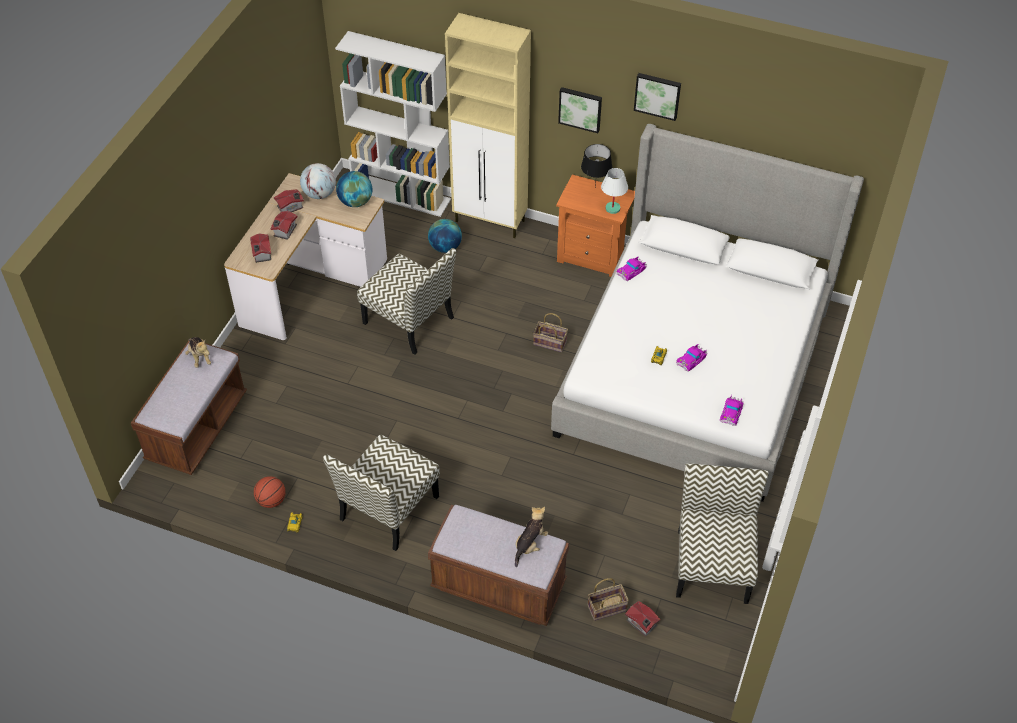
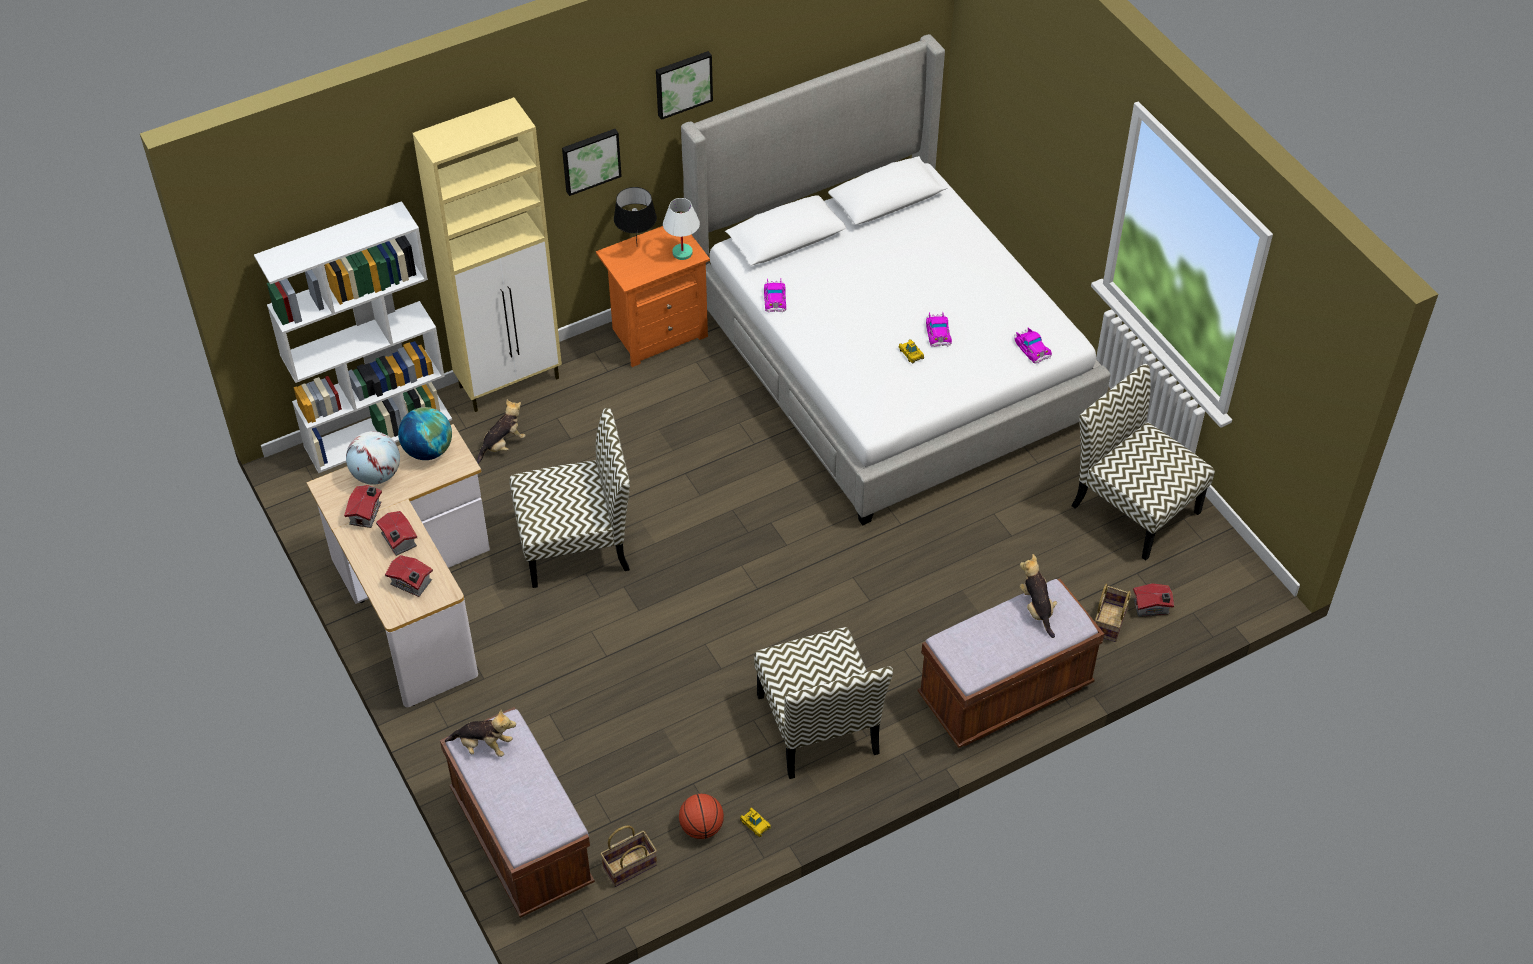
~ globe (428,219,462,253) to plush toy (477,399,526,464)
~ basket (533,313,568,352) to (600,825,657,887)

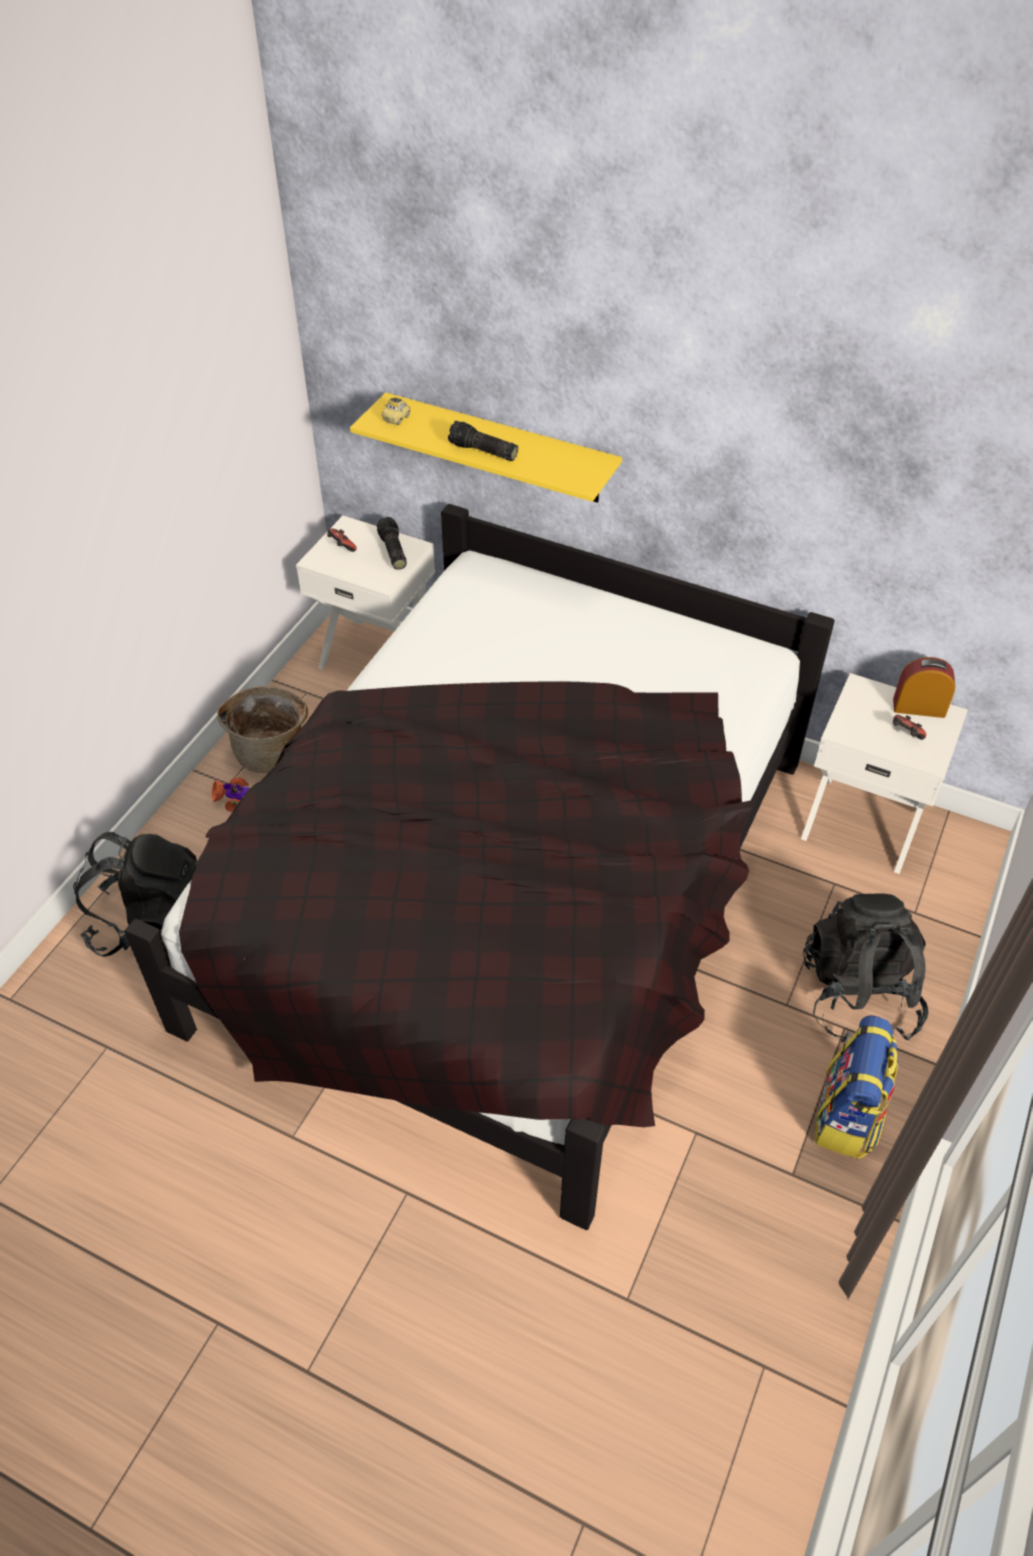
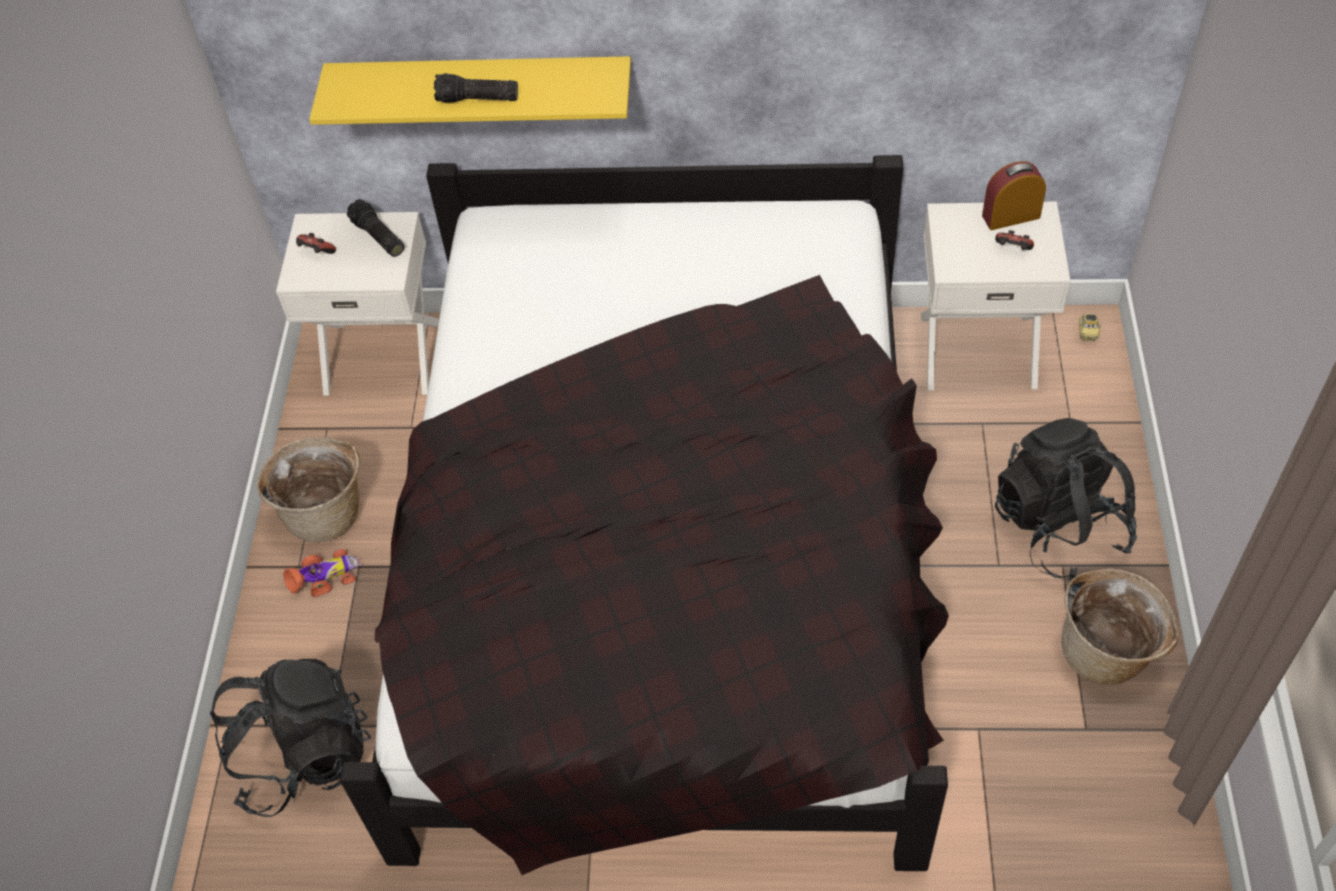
~ toy car (382,398,411,425) to (1079,314,1101,341)
~ backpack (815,1015,898,1159) to basket (1062,568,1179,685)

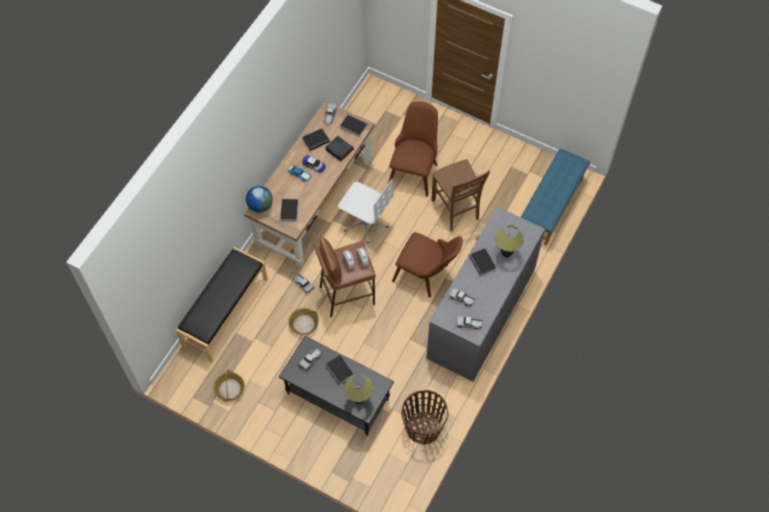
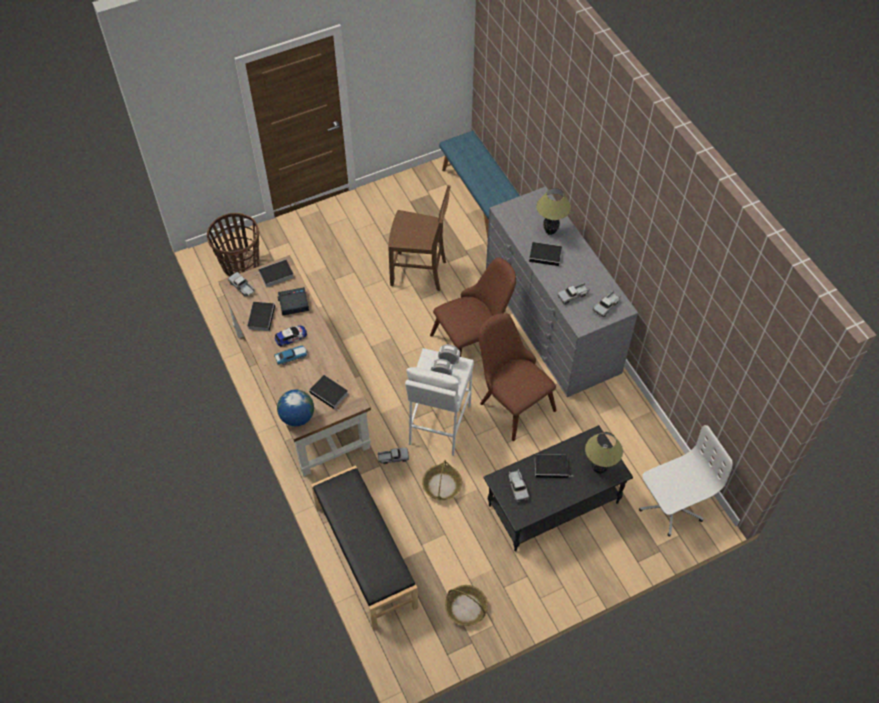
~ stool (brown) (313,237,376,318) to stool (white) (405,348,474,456)
~ office chair (white) (338,179,394,243) to (639,425,732,536)
~ chair (brown) (388,102,438,197) to (479,313,557,441)
~ basket (401,390,449,445) to (207,213,260,277)

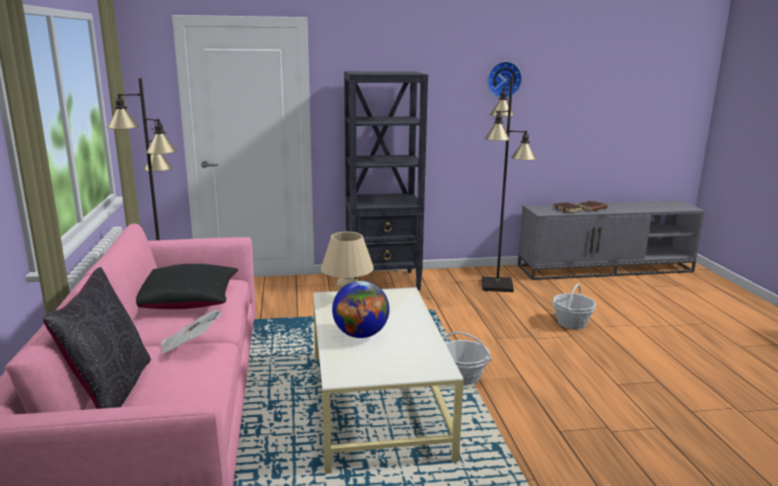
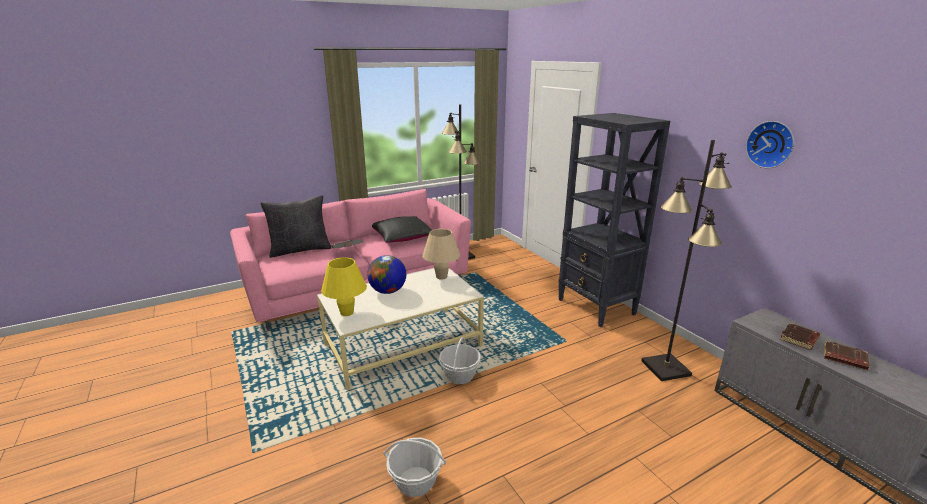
~ basket (552,284,596,329) to (383,437,446,497)
+ table lamp (yellow) (321,257,367,316)

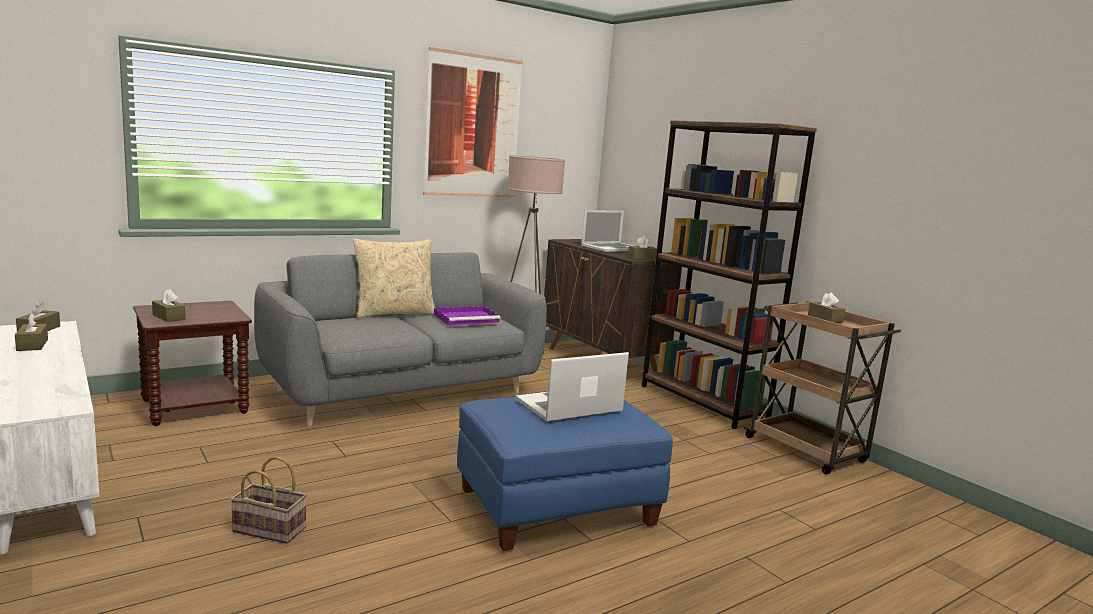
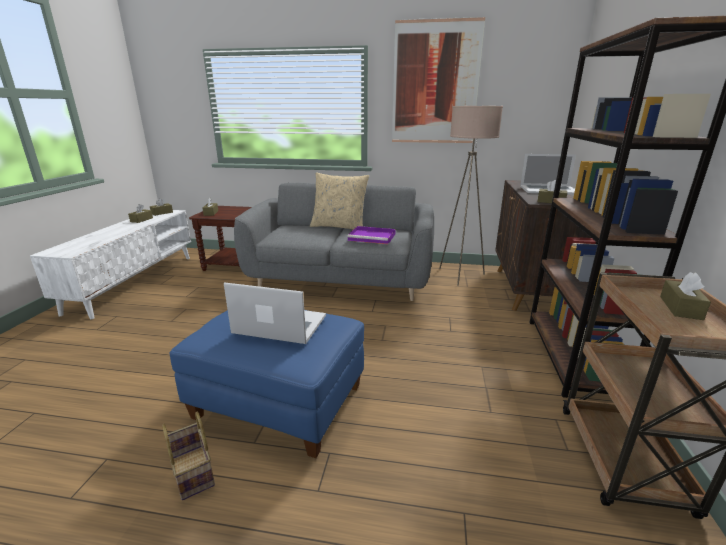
~ basket (230,456,307,544) to (162,412,215,500)

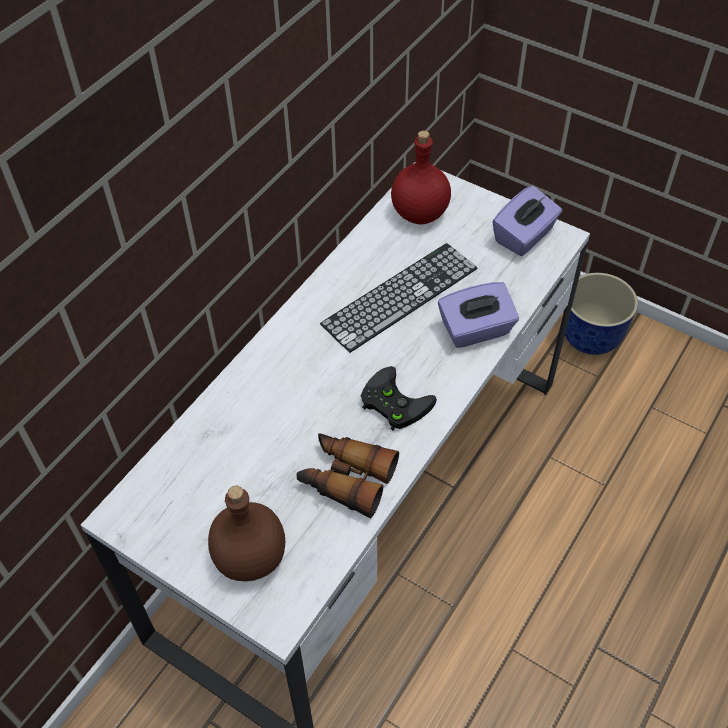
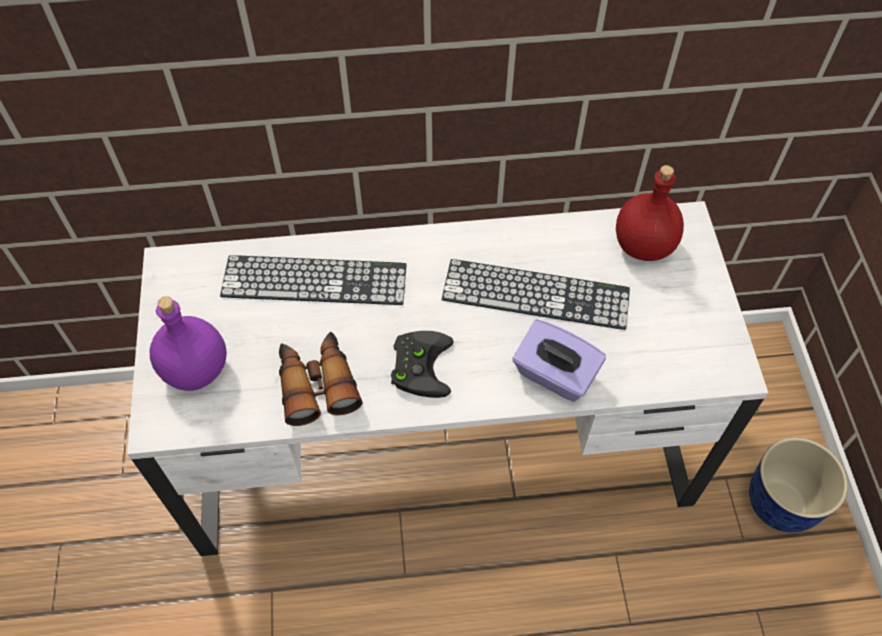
~ bottle (brown) (208,486,285,581) to bottle (purple) (150,296,227,391)
- tissue box (purple) (492,186,562,256)
+ keyboard (220,255,406,305)

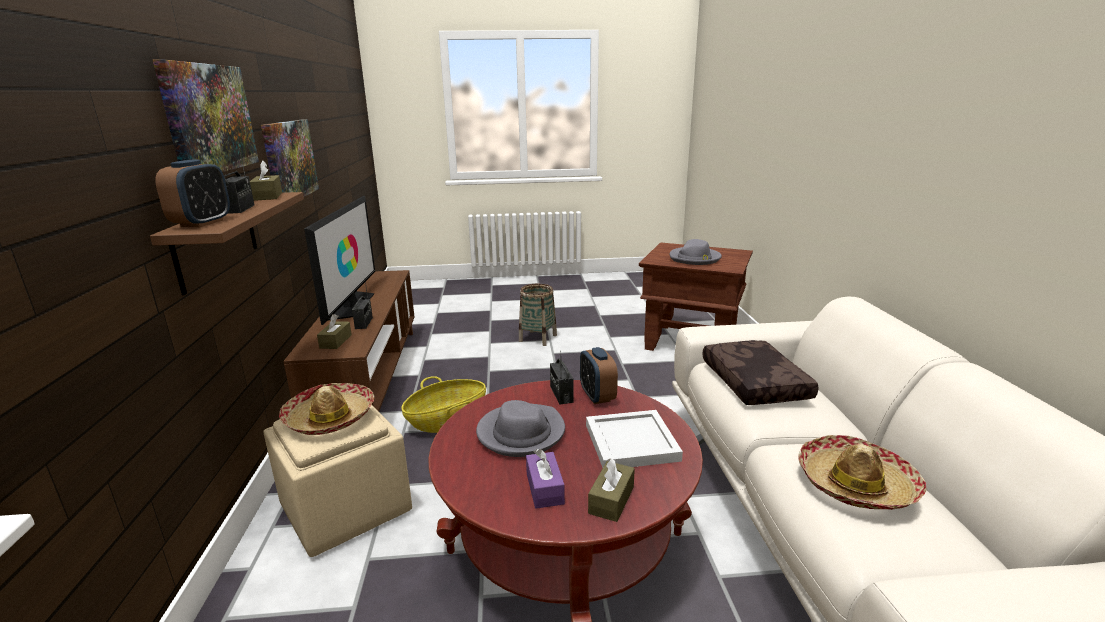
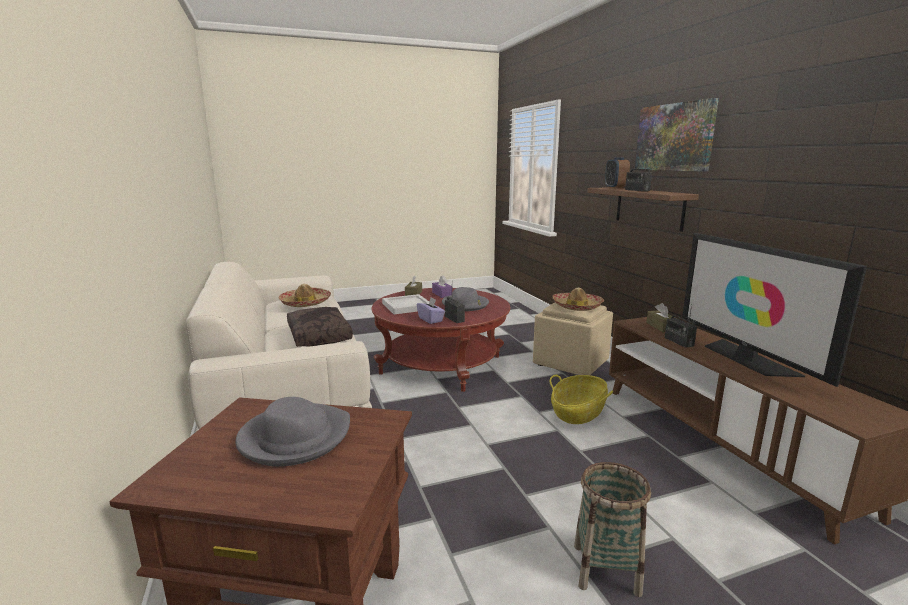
- tissue box (brown) (250,161,282,201)
- picture (261,119,319,197)
~ alarm clock (580,347,618,404) to tissue box (purple) (417,298,445,324)

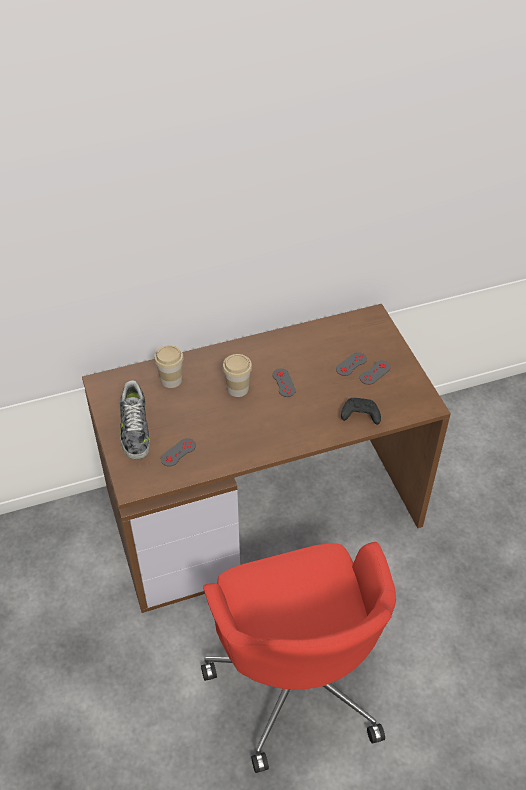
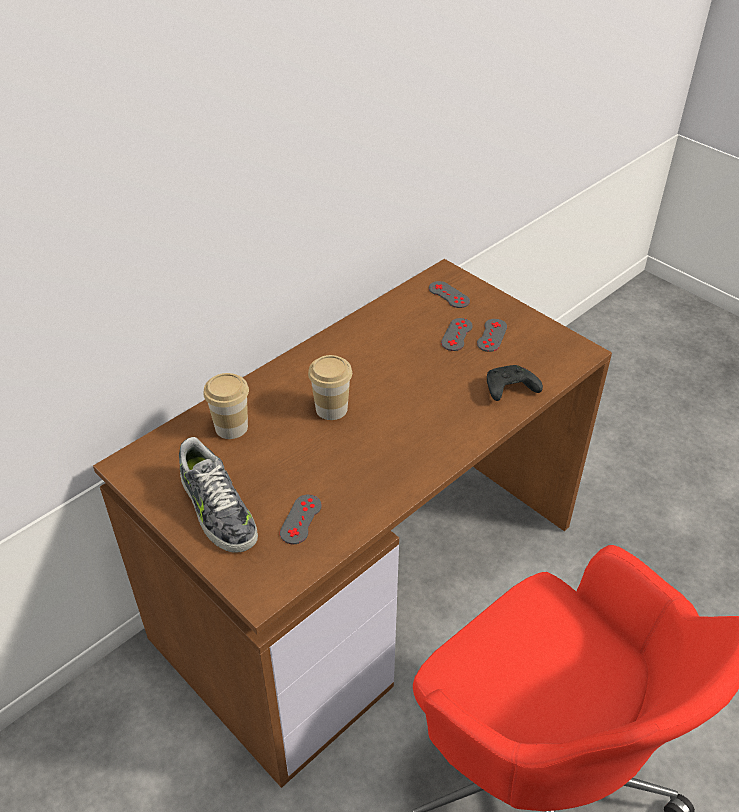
~ game controller (grey) (272,368,296,397) to (429,281,470,308)

